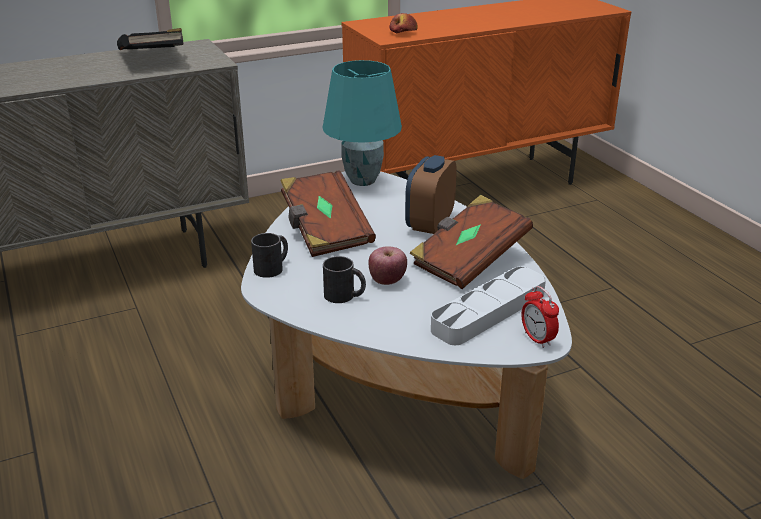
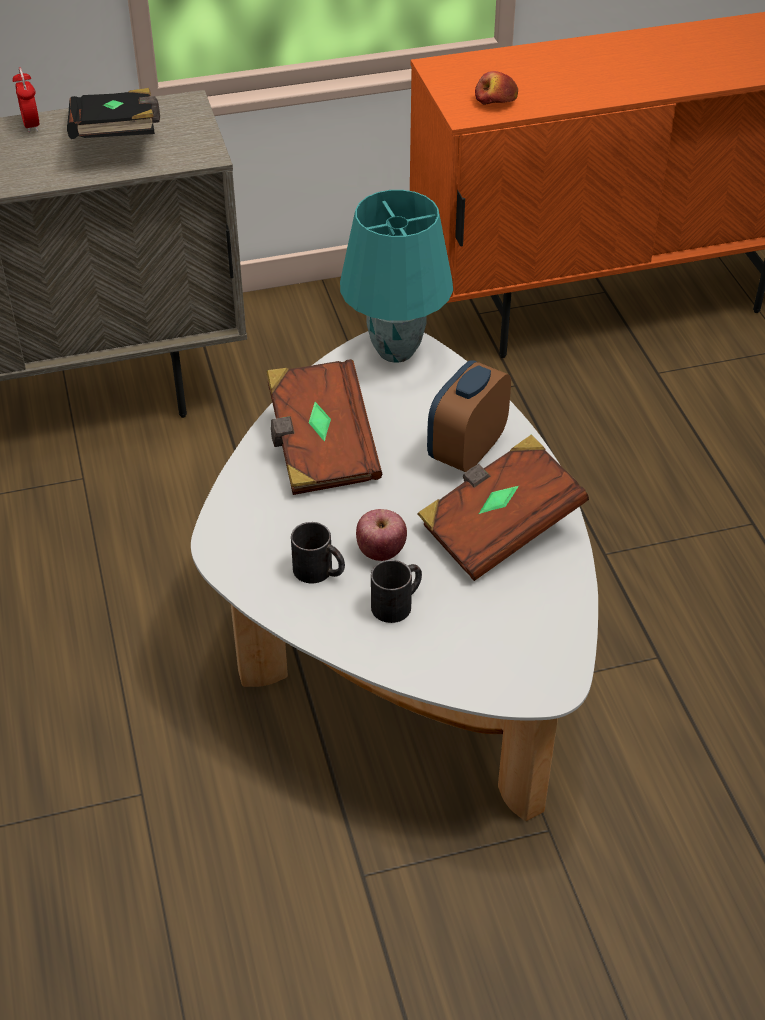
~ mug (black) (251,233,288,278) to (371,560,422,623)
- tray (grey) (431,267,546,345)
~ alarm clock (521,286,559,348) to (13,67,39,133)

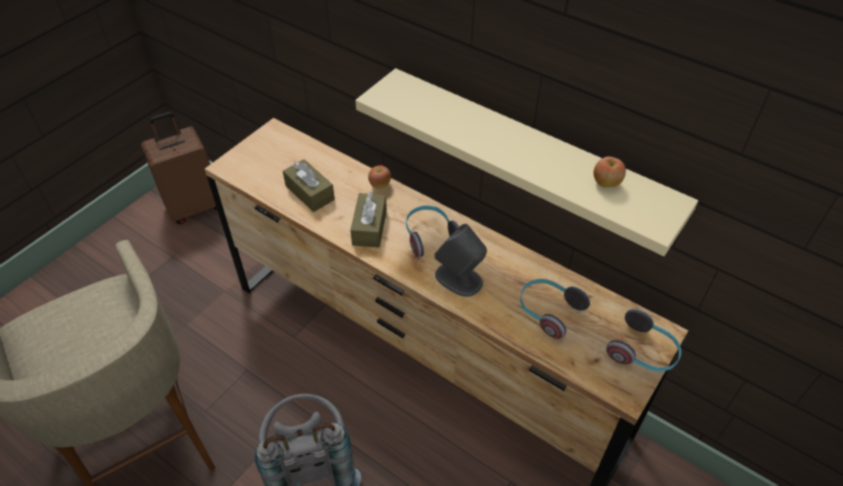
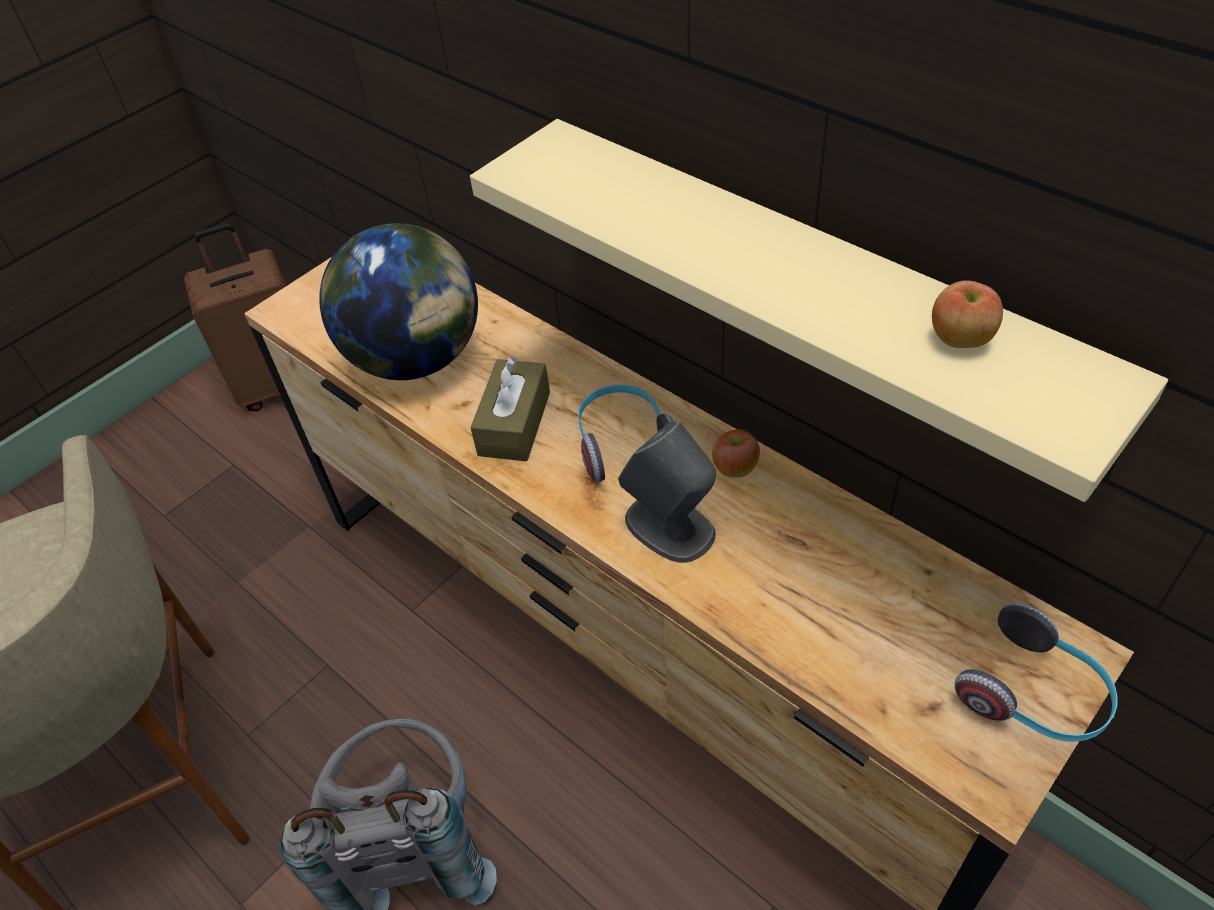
~ tissue box (brown) (283,159,335,212) to globe (319,223,478,380)
~ apple (368,165,391,189) to (712,429,760,478)
- headphones (520,279,590,339)

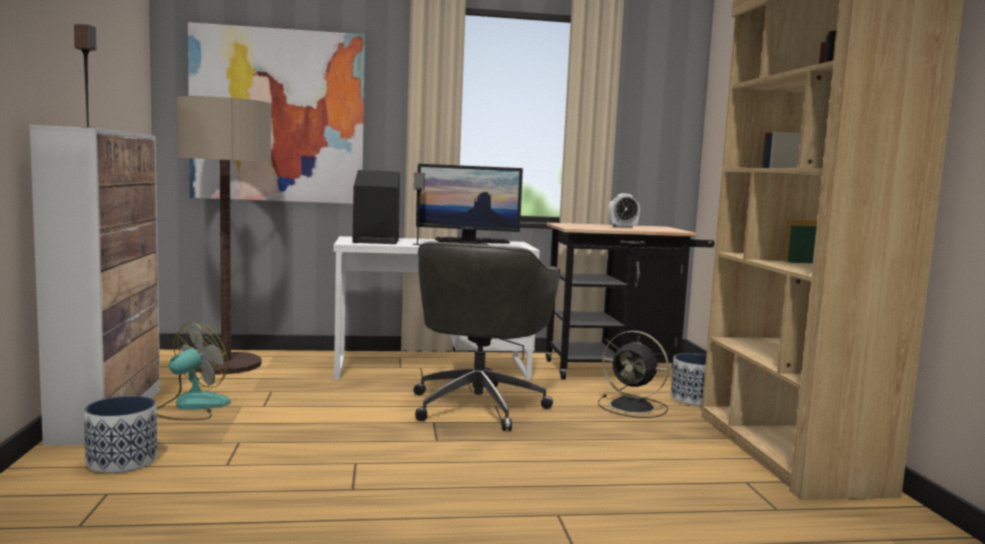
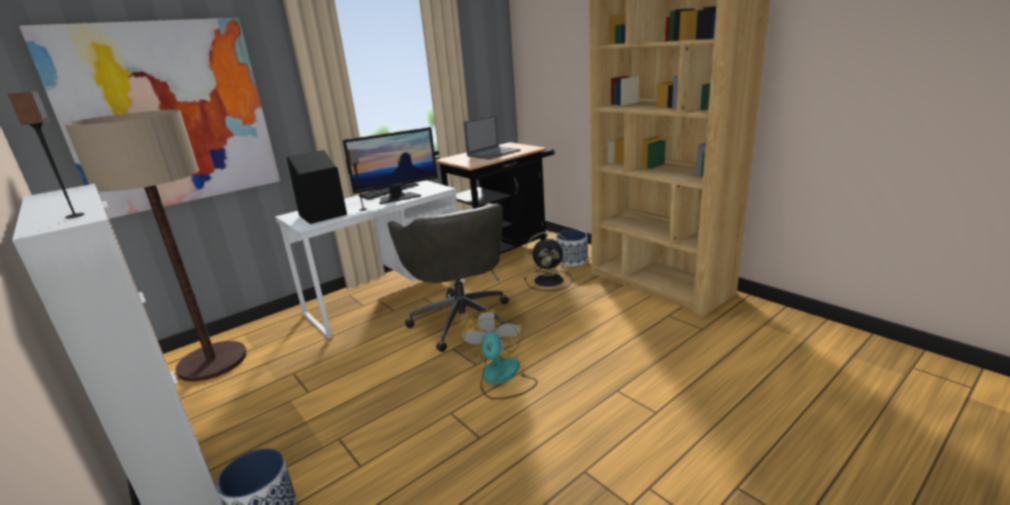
~ fan (156,322,231,420) to (460,309,538,400)
~ alarm clock (608,194,640,228) to laptop (464,115,520,160)

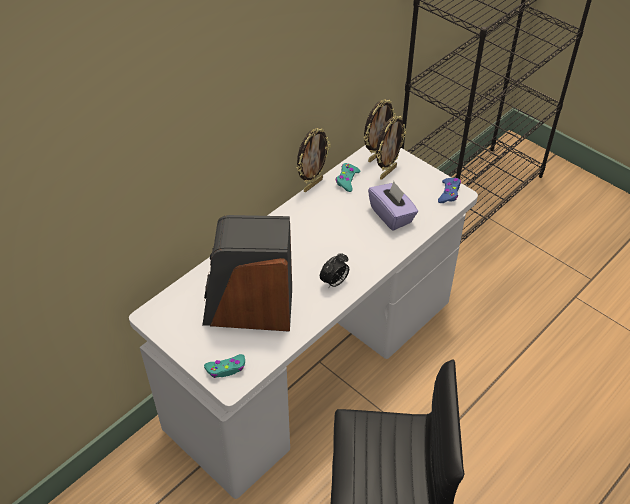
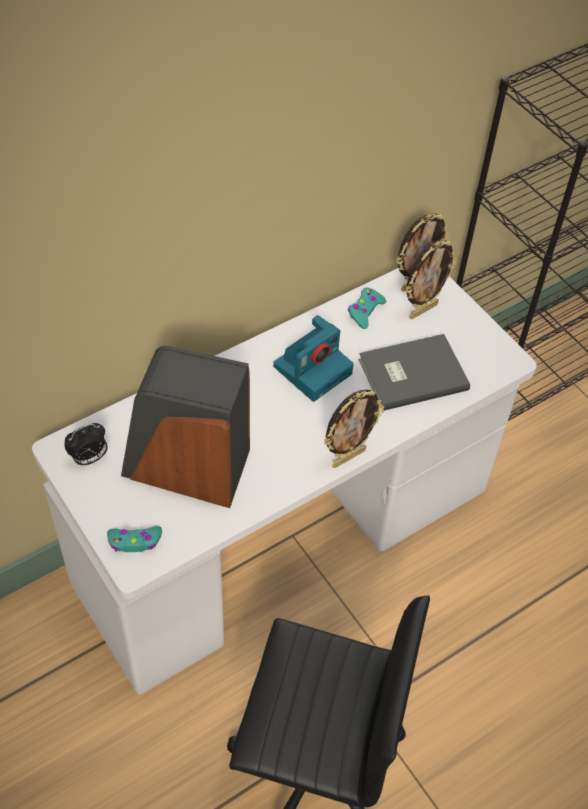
~ picture frame (297,128,331,192) to (324,390,384,468)
~ alarm clock (320,253,349,289) to (64,423,108,465)
~ tissue box (purple) (368,181,418,231) to book (grey) (358,334,470,411)
- game controller (blue) (438,178,461,203)
+ photo camera (273,315,354,402)

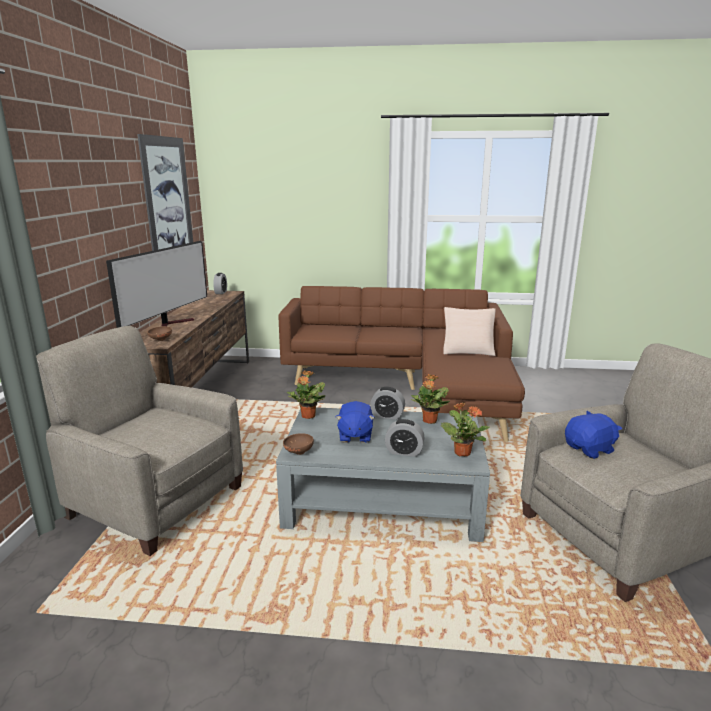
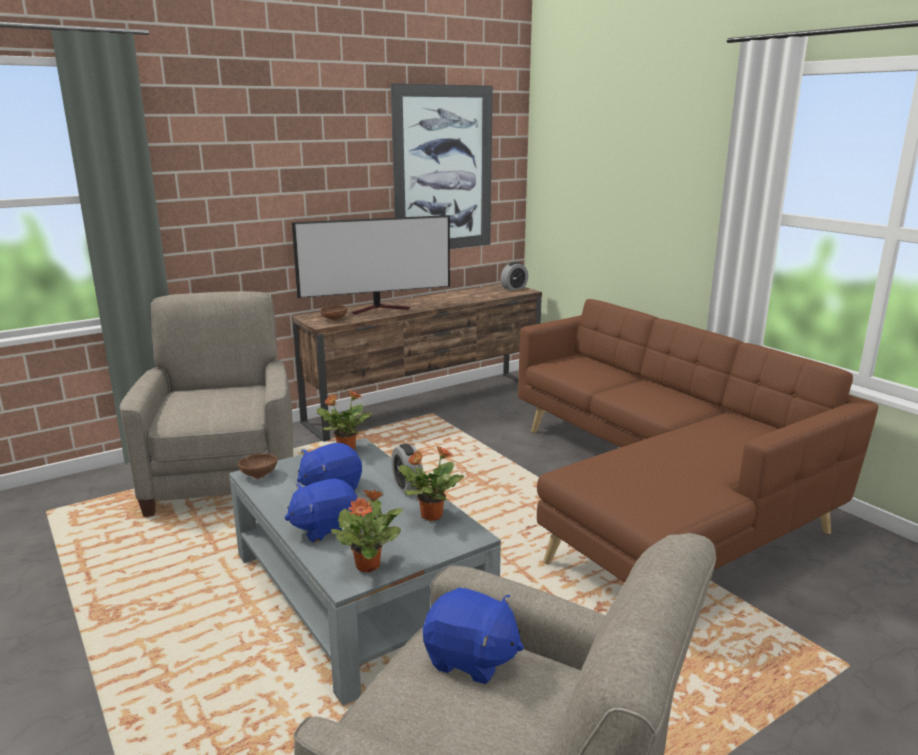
~ alarm clock (385,419,424,457) to plush toy (blue) (285,478,357,543)
- pillow (beige) (443,307,496,356)

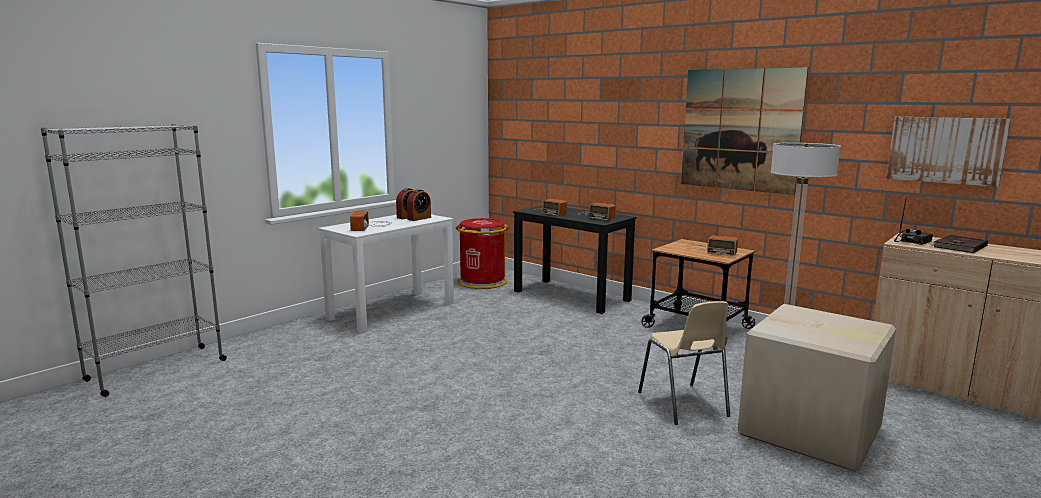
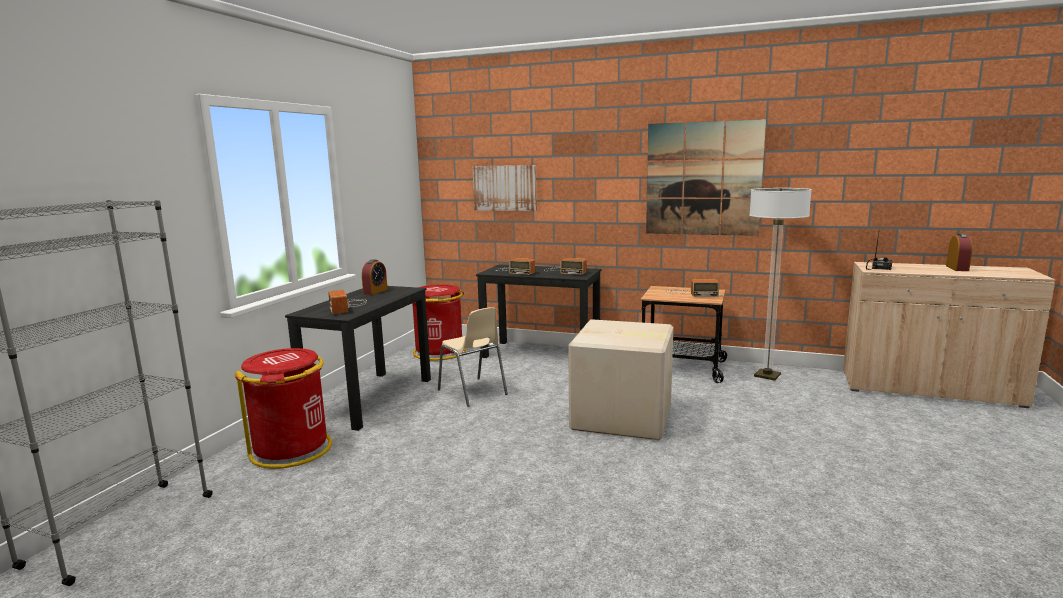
~ desk (white) (318,214,454,334) to desk (black) (285,286,431,431)
~ alarm clock (407,189,431,221) to (946,233,973,271)
~ chair (beige) (638,301,730,425) to (438,307,508,407)
~ cardboard box (738,304,896,472) to (568,319,673,440)
~ picture (886,117,1011,187) to (472,165,537,211)
- book (brown) (931,235,988,253)
+ trash can (red) (235,348,332,469)

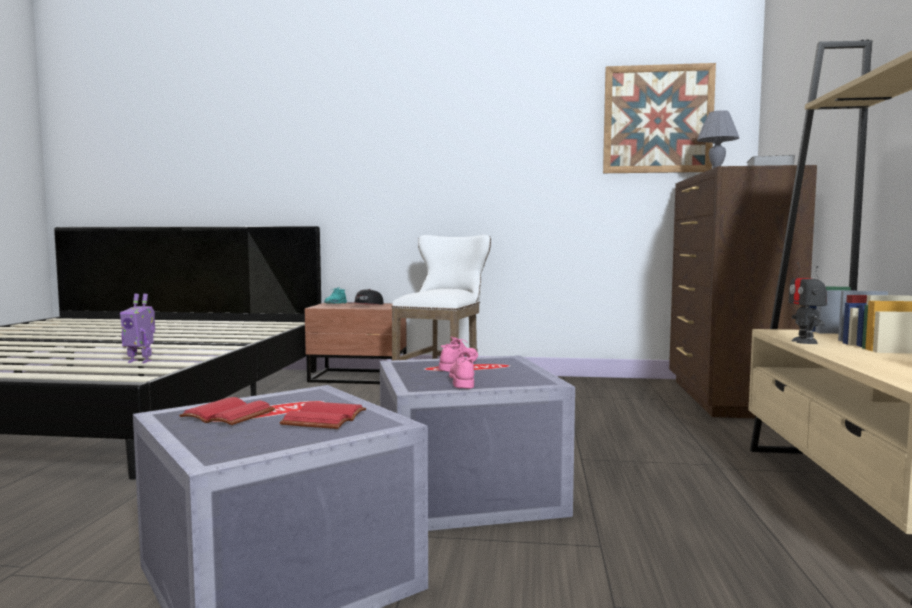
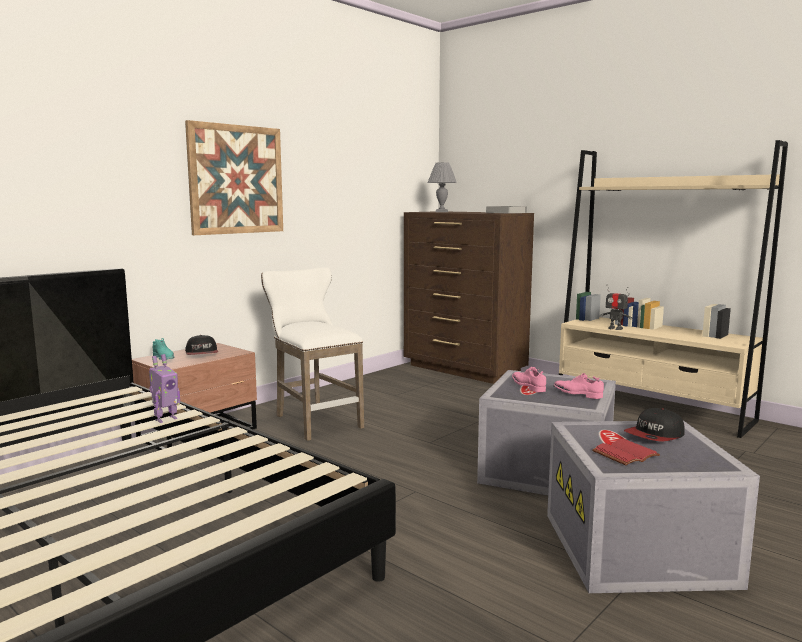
~ toy robot (120,293,156,363) to (149,354,180,423)
~ book (red) (280,401,366,429) to cap (624,408,685,441)
~ picture (603,63,716,173) to (185,120,283,235)

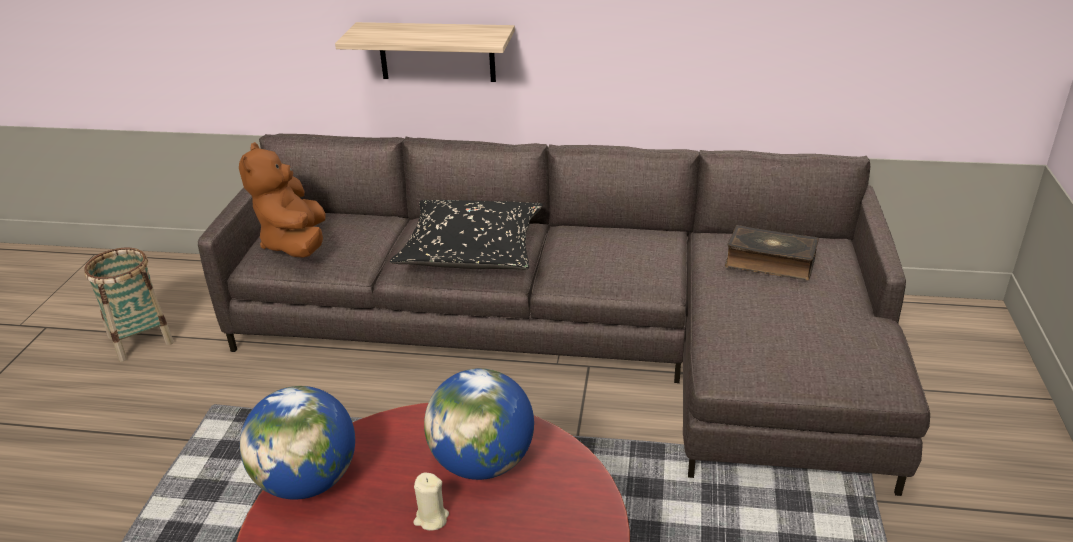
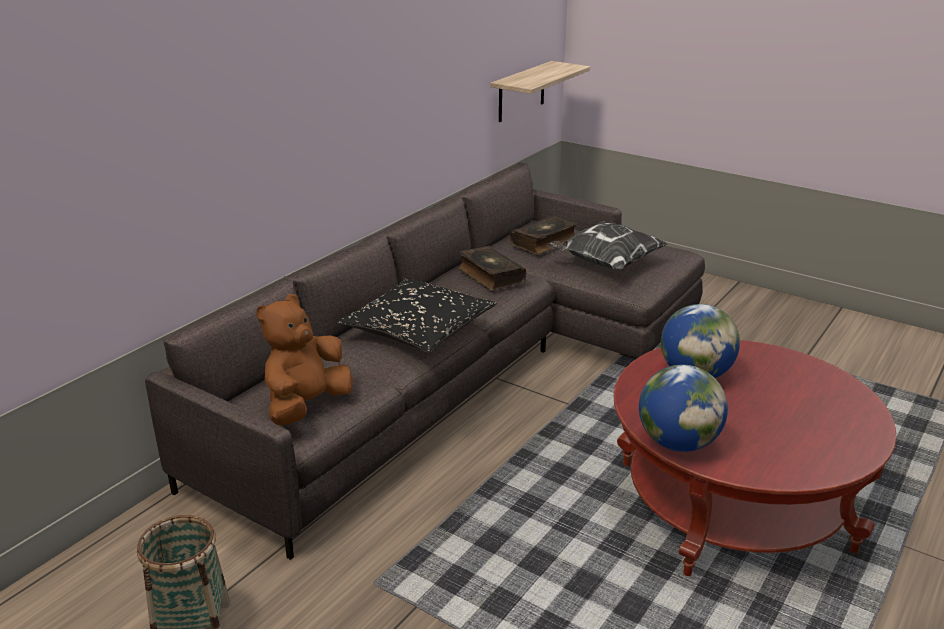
~ plush toy (brown) (239,142,326,257) = (256,294,353,426) 105 degrees clockwise
~ shelf (335,22,515,82) to (490,61,590,122)
- candle (beige) (413,473,449,530)
+ book (458,246,526,291)
+ pillow (547,221,668,269)

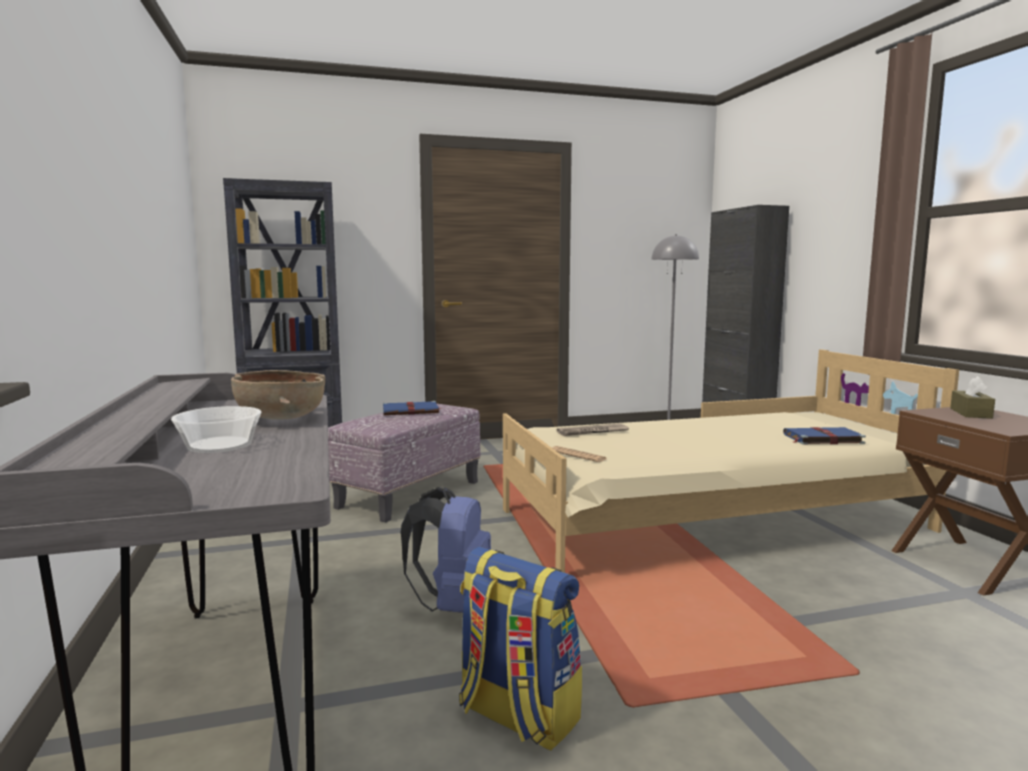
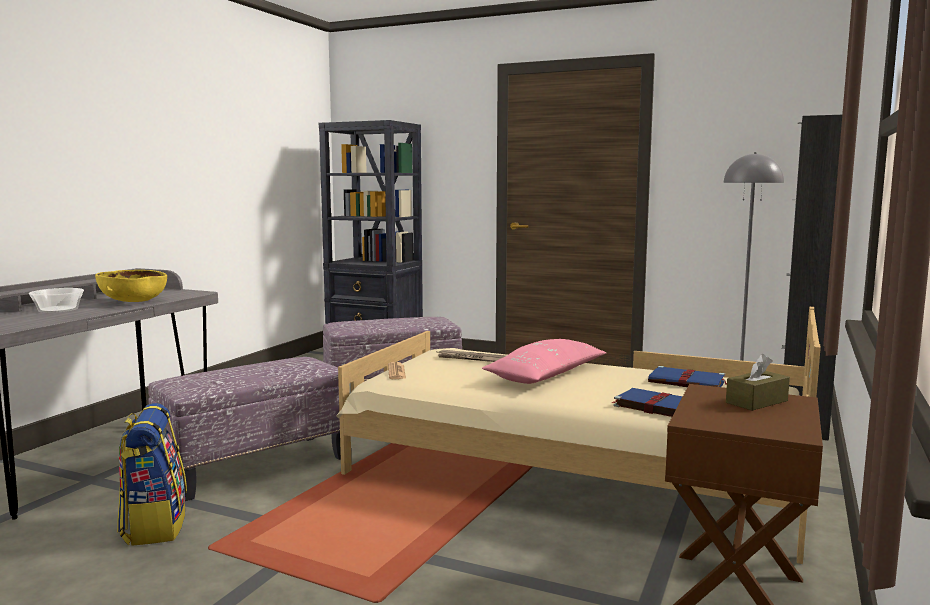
~ bowl (brown) (231,370,325,420) to bowl (yellow) (95,270,167,302)
~ book (blue) (383,401,441,415) to (648,366,727,387)
~ backpack (blue) (401,487,491,613) to ottoman (148,357,341,501)
+ pillow (pink) (482,339,606,384)

